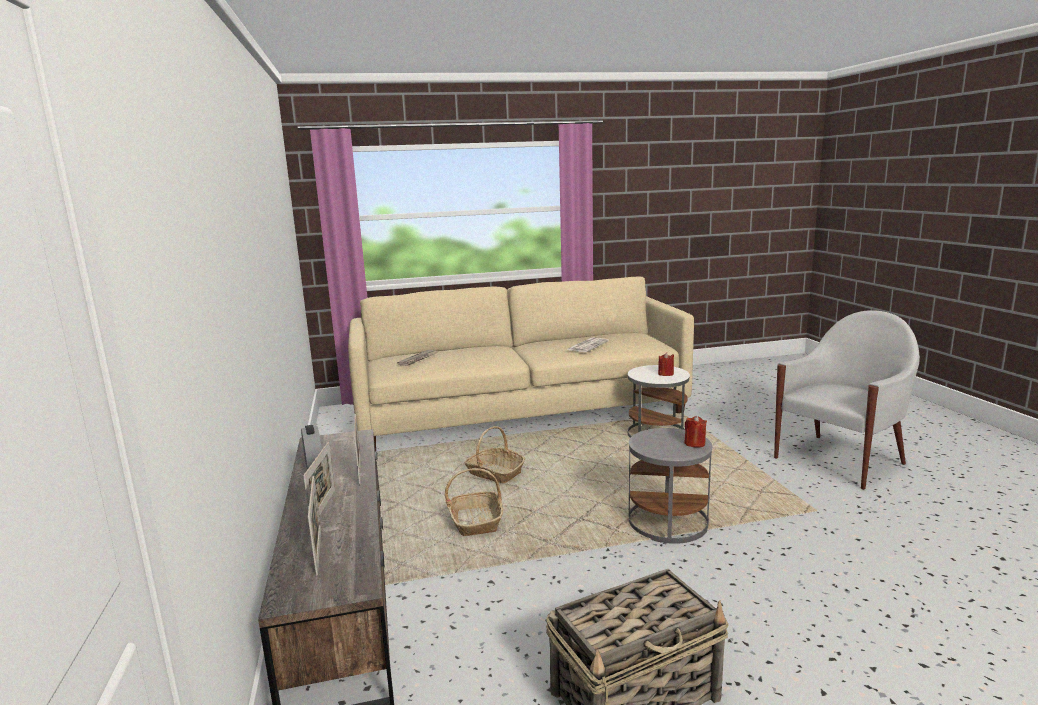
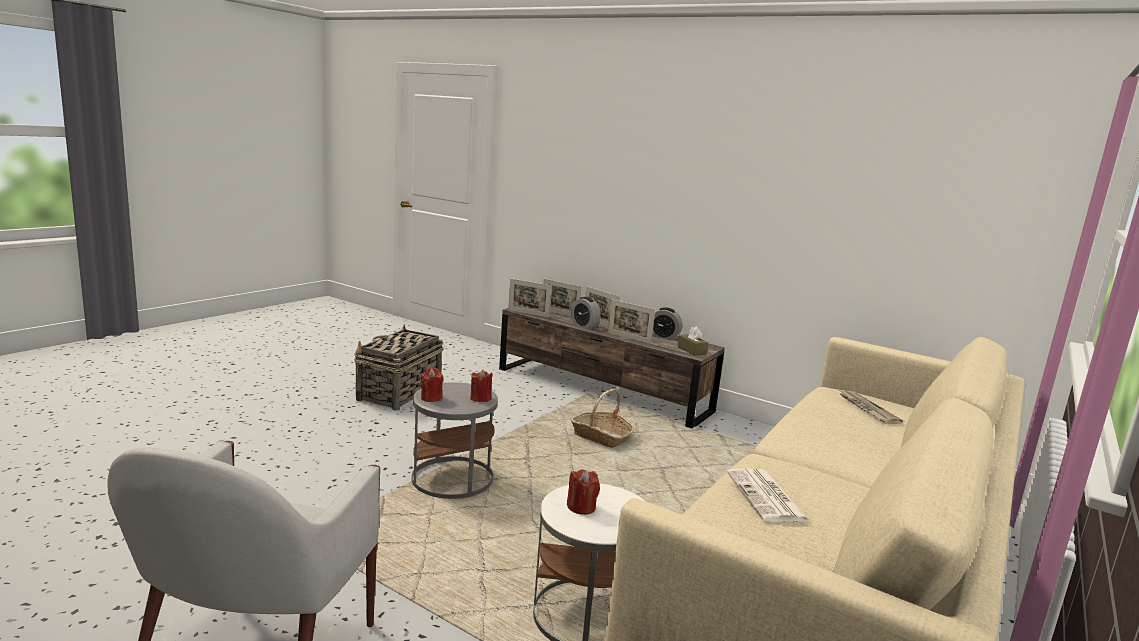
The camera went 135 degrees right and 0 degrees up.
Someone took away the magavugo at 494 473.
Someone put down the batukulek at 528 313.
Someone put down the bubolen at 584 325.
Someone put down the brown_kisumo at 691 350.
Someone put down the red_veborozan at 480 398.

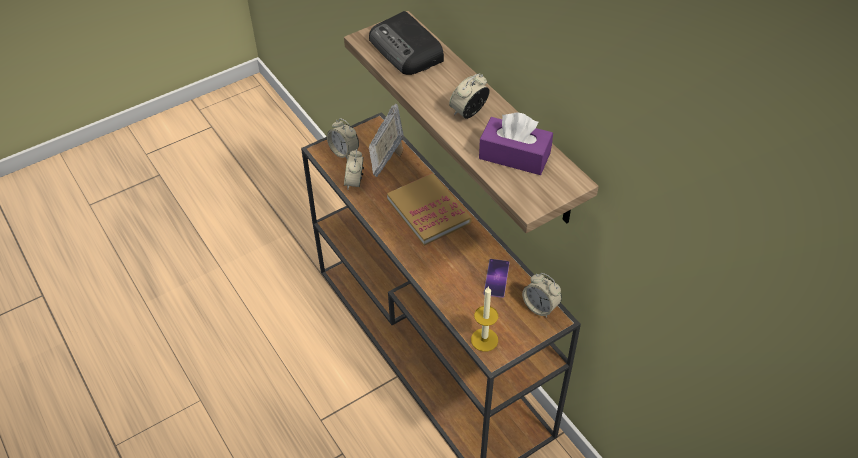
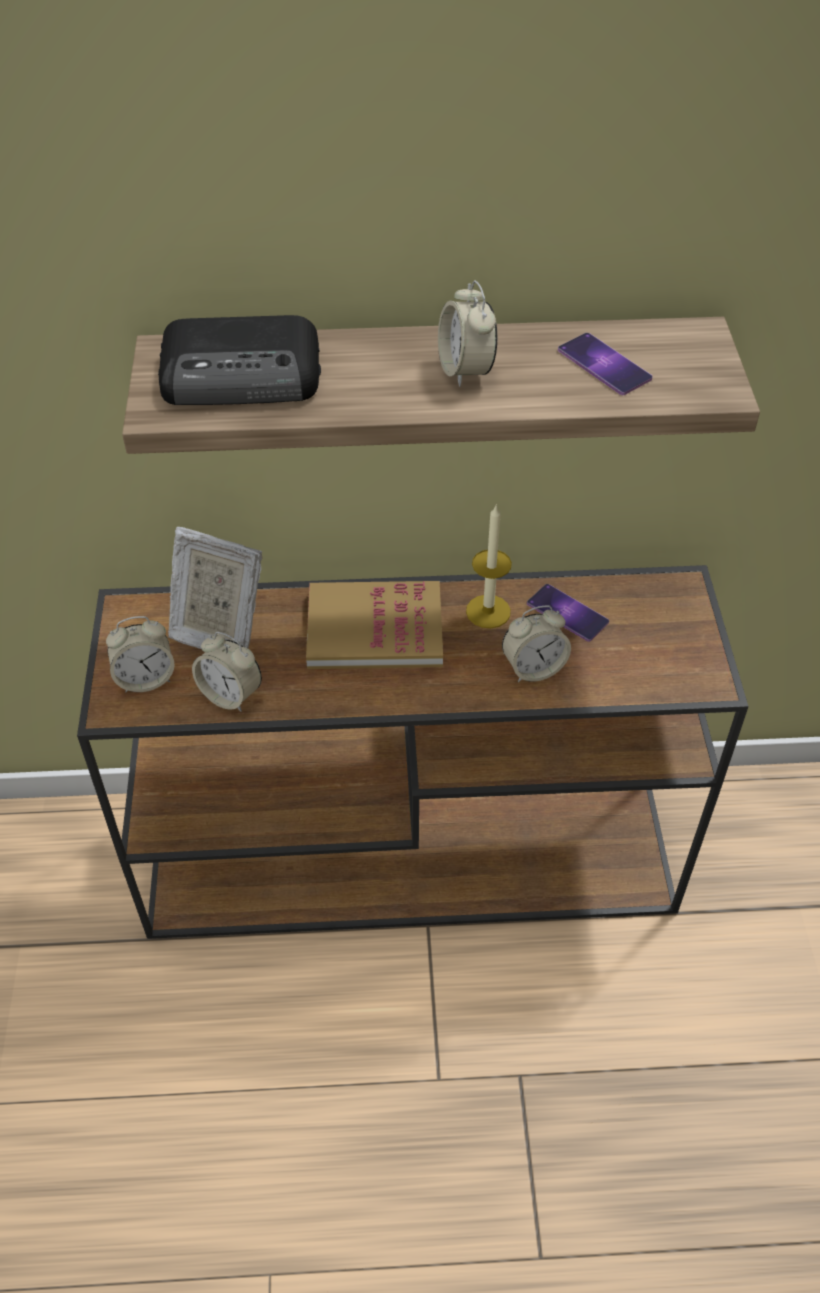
The camera went 60 degrees left and 0 degrees up.
Someone swapped the purple_kisumo at 514 156 for the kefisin at 604 364.
Someone carried the bubolen from 540 307 to 533 668.
Someone carried the veborozan from 484 339 to 488 611.

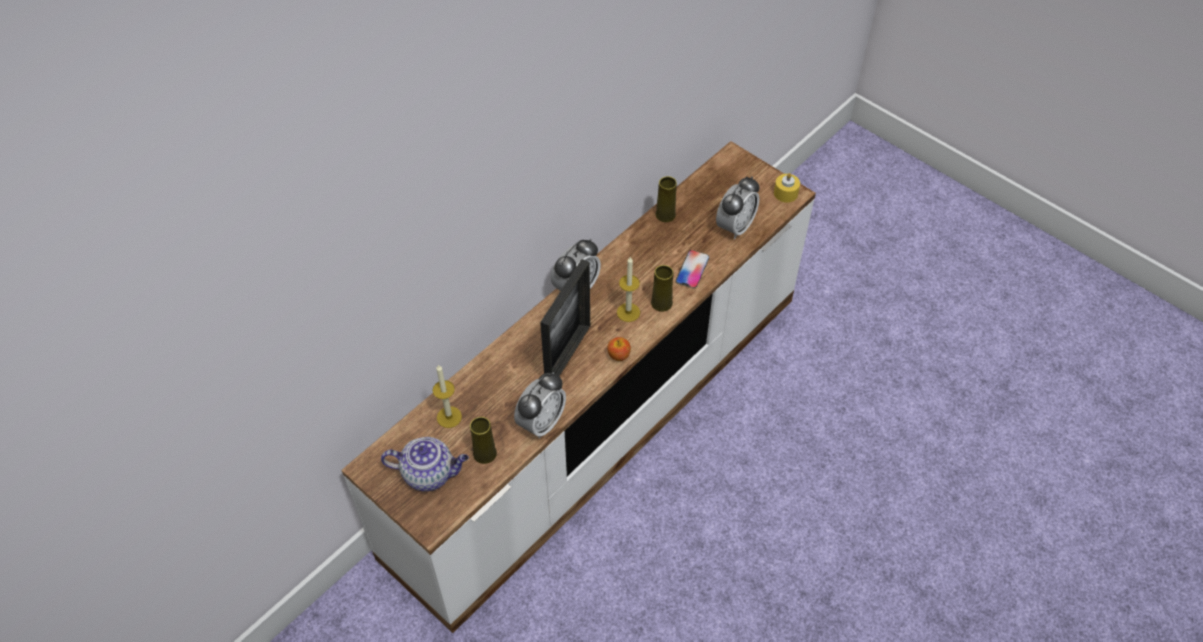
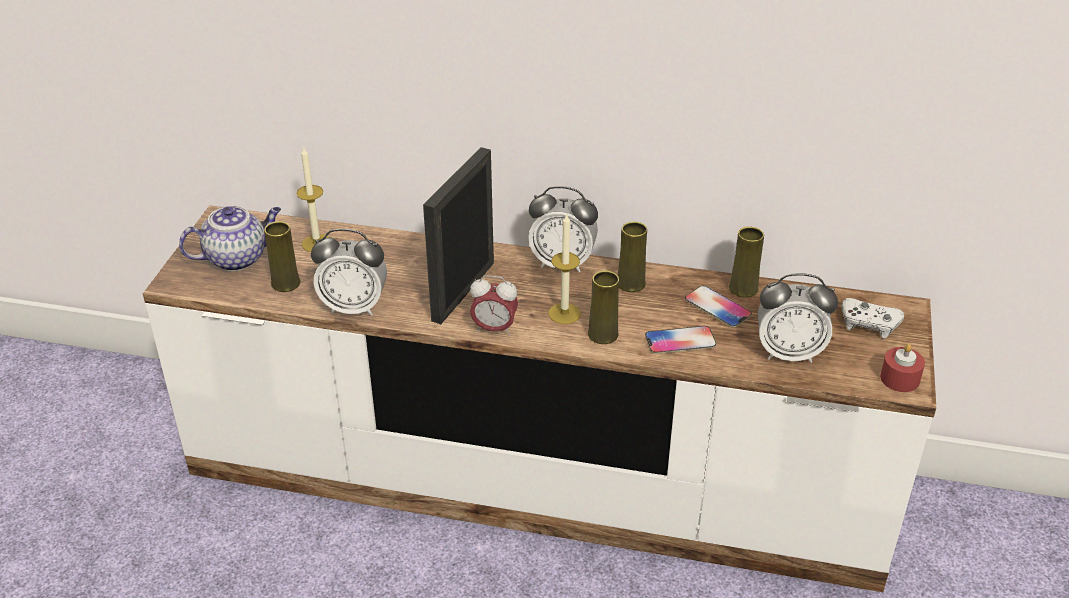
The camera went 60 degrees right and 15 degrees down.
Someone repainted the yellow_veborozan at 785 193, which became the red_veborozan at 899 378.
Someone rotated the batukulek at 568 354 by 120 degrees clockwise.
Someone swapped the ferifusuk at 618 355 for the bubolen at 494 329.
Someone rotated the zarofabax at 430 473 by 90 degrees counterclockwise.
Someone put down the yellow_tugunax at 631 283.
Someone put down the kefisin at 717 307.
Someone put down the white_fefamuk at 869 323.

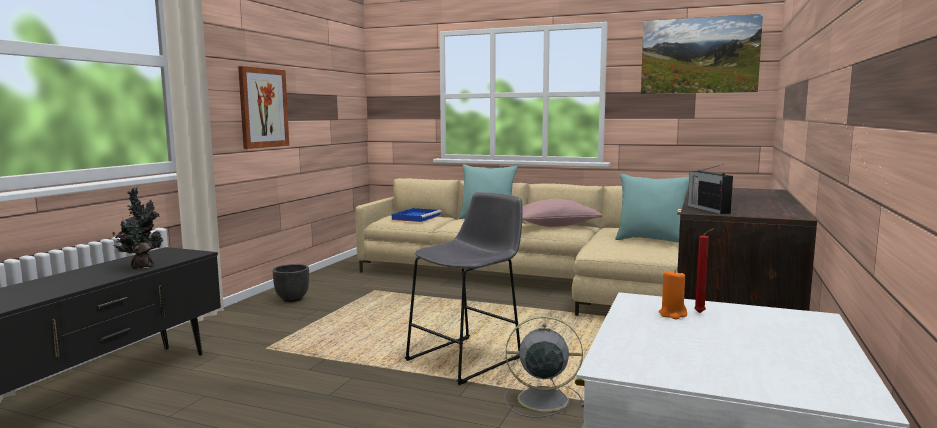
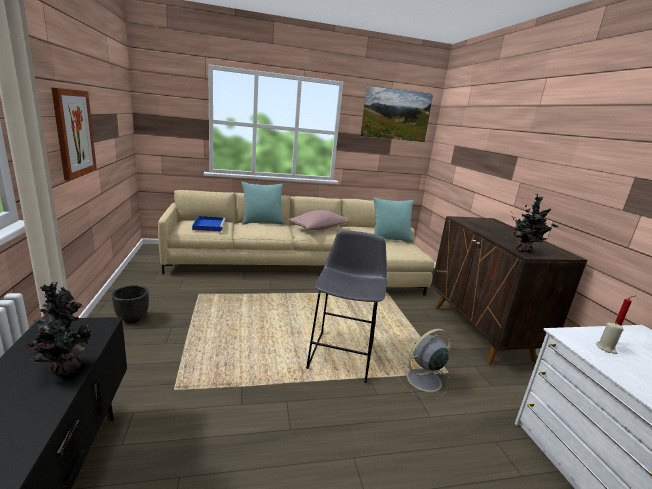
The camera went 35 degrees left and 10 degrees up.
Someone swapped the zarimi at 707 209 for the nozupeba at 524 251.
Someone repainted the orange_veborozan at 672 314, which became the beige_veborozan at 606 348.

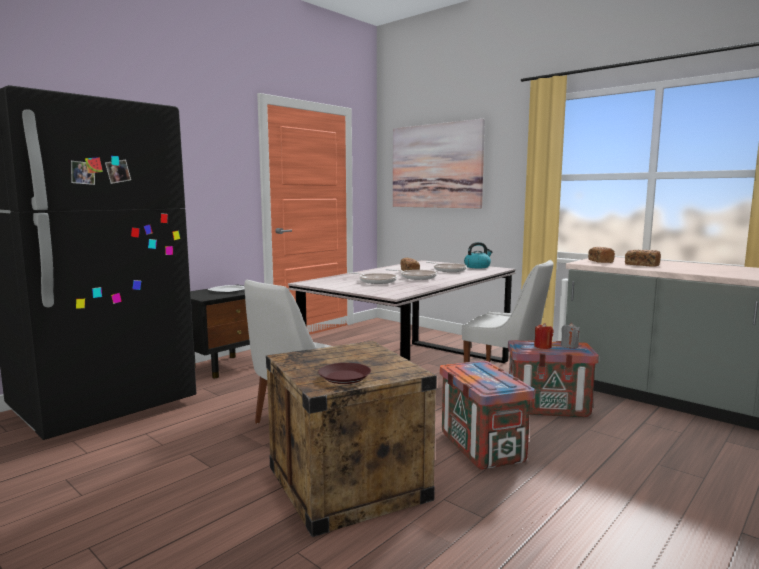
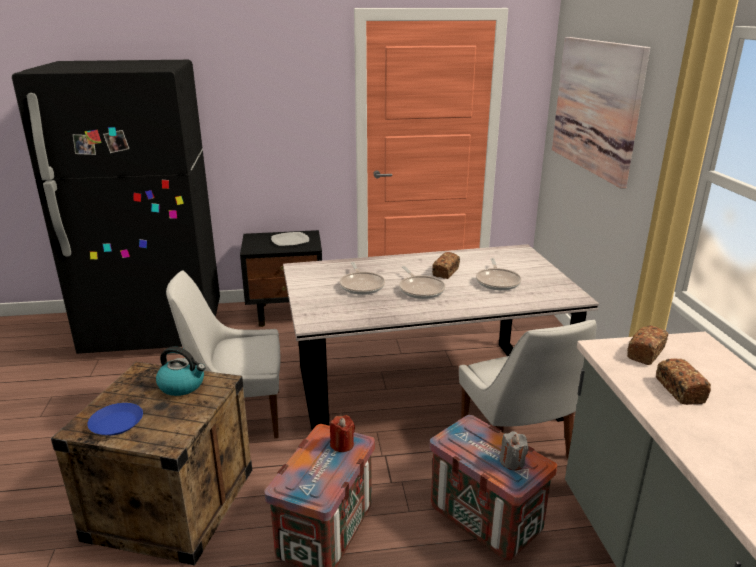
The camera went 40 degrees right and 15 degrees up.
Someone carried the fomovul from 477 267 to 182 385.
Someone carried the red_veborozan from 542 347 to 342 445.
Someone repainted the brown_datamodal at 344 377, which became the blue_datamodal at 117 423.

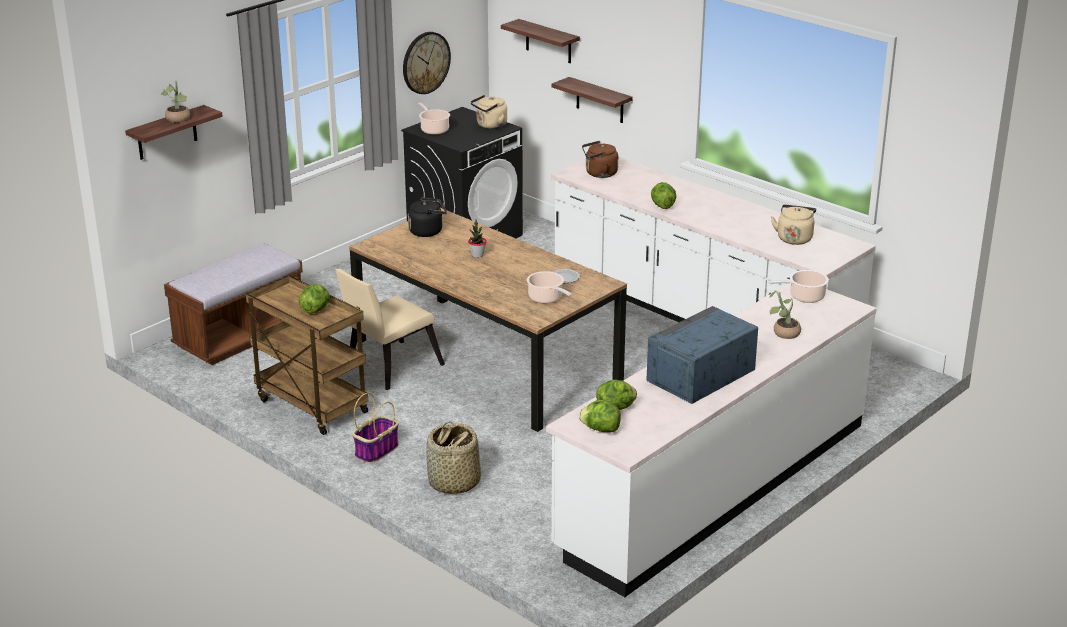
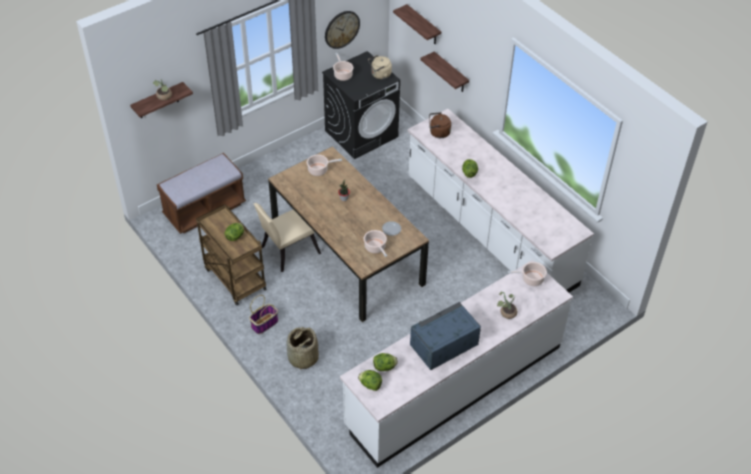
The camera went 10 degrees right and 20 degrees up.
Someone swapped the black_fomovul at 428 231 for the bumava at 319 170.
Someone took away the beige_fomovul at 794 238.

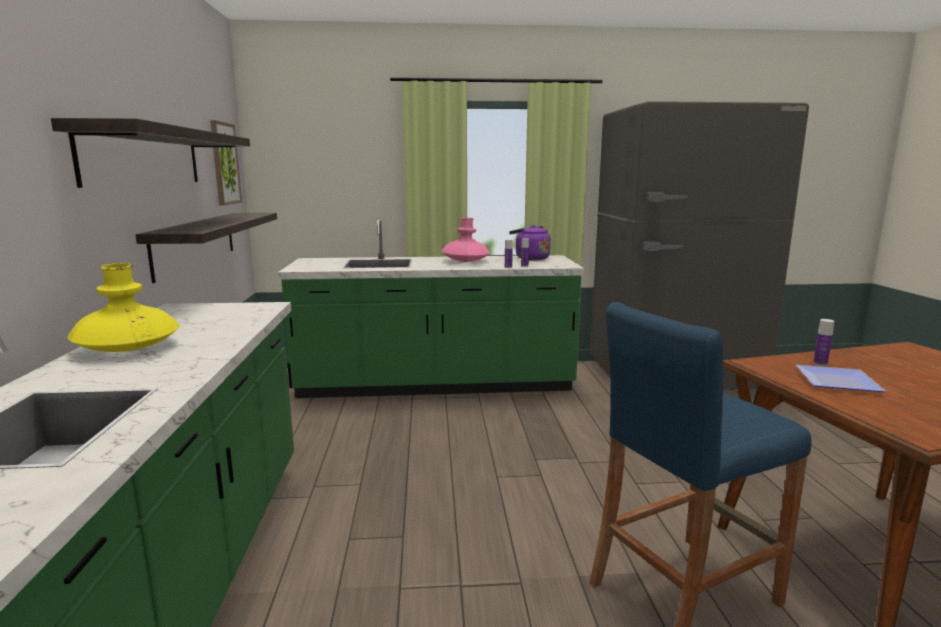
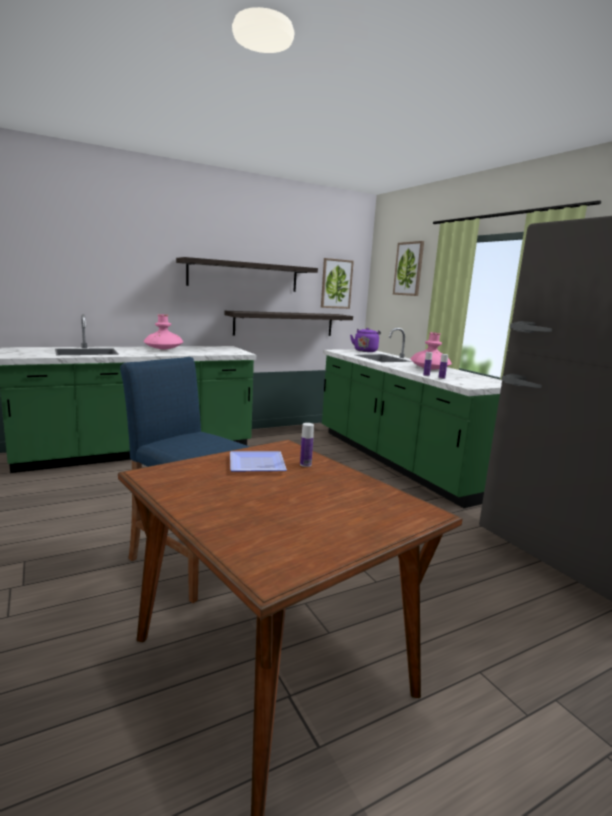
The camera went 65 degrees right and 0 degrees up.
Someone carried the purple_fomovul from 530 258 to 365 351.
Someone repainted the yellow_tugunax at 128 348, which became the pink_tugunax at 163 349.
Someone put up the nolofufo at 409 269.

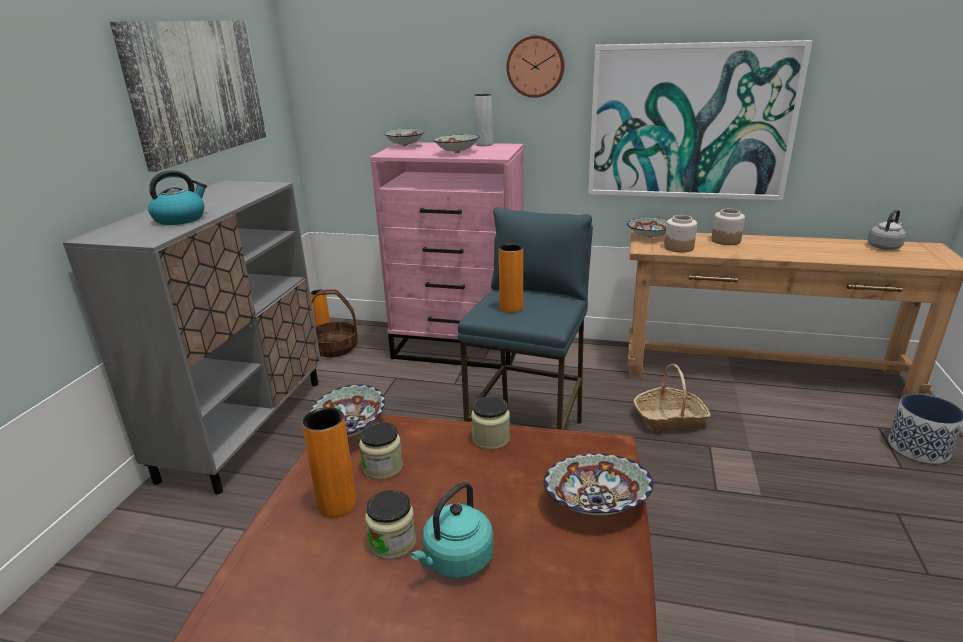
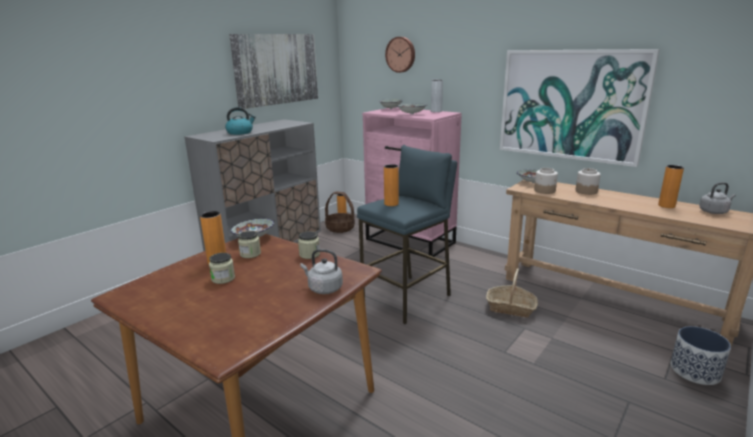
The camera went 25 degrees right and 5 degrees down.
Someone carried the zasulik from 535 66 to 401 54.
Someone swapped the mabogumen at 596 505 for the grey_fomovul at 323 288.
Someone took away the turquoise_fomovul at 455 561.
Someone put down the orange_tugunax at 666 206.

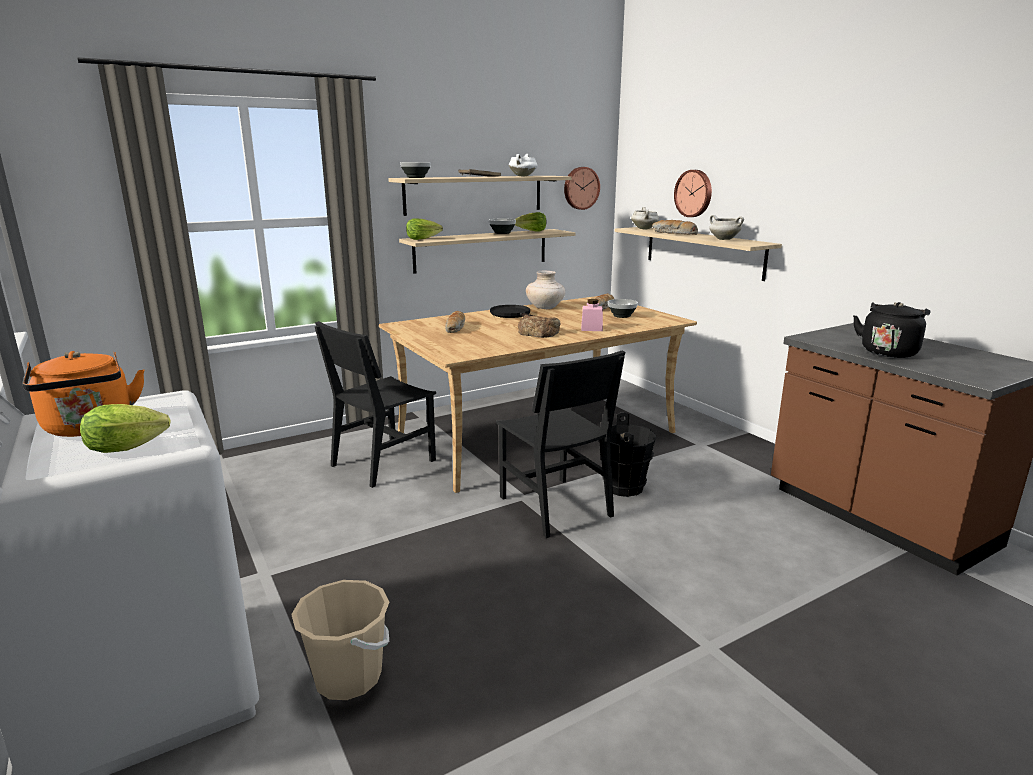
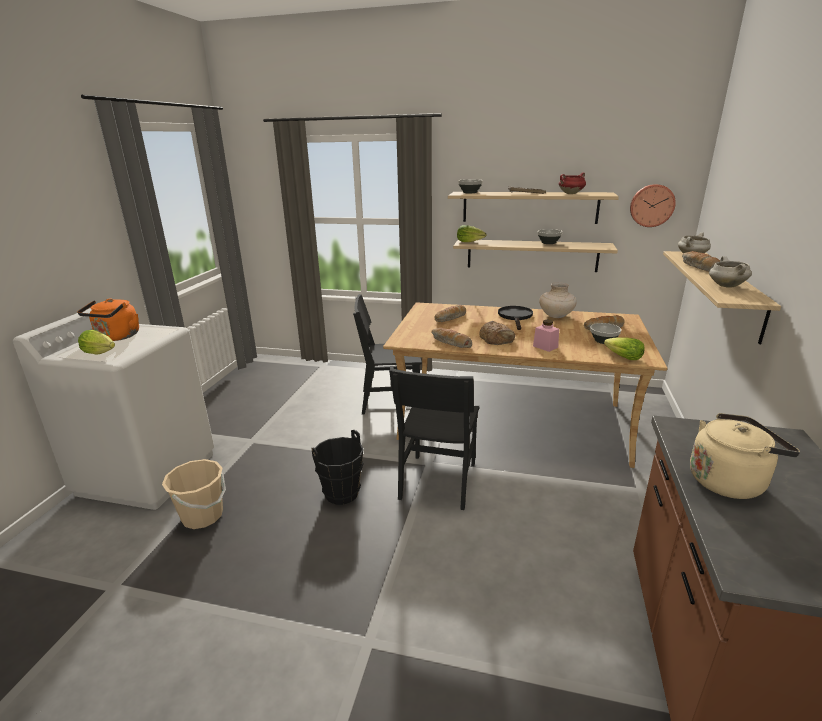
The camera went 45 degrees right and 5 degrees up.
Someone repainted the white_bumava at 523 176, which became the red_bumava at 570 194.
Someone took away the zasulik at 694 193.
Someone carried the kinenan from 531 231 to 623 357.
Someone repainted the black_fomovul at 888 352, which became the beige_fomovul at 729 481.
Someone carried the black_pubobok from 624 487 to 342 493.
Someone put down the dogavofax at 450 343.

